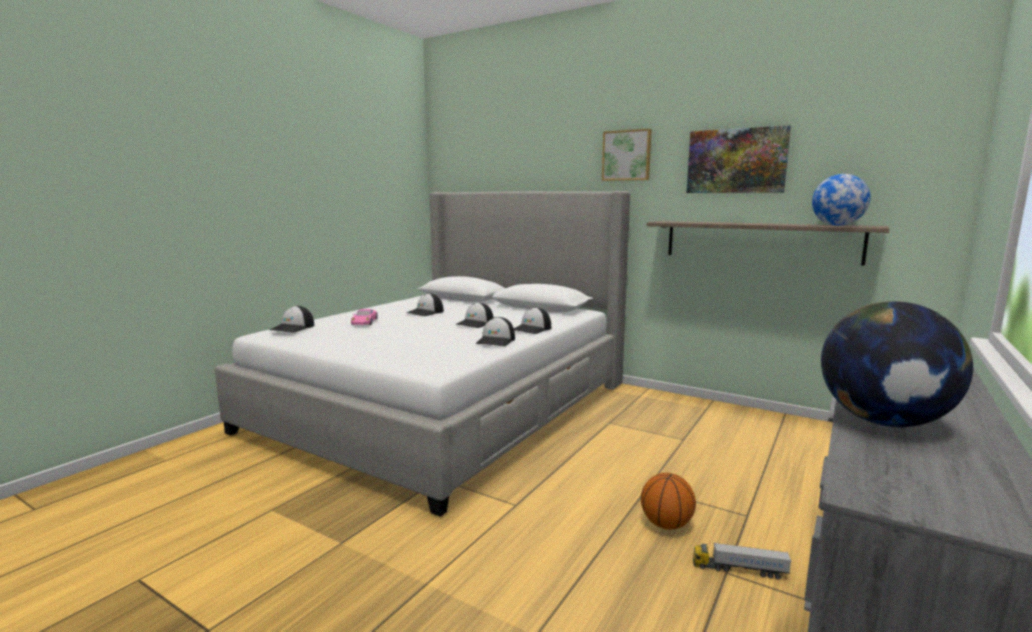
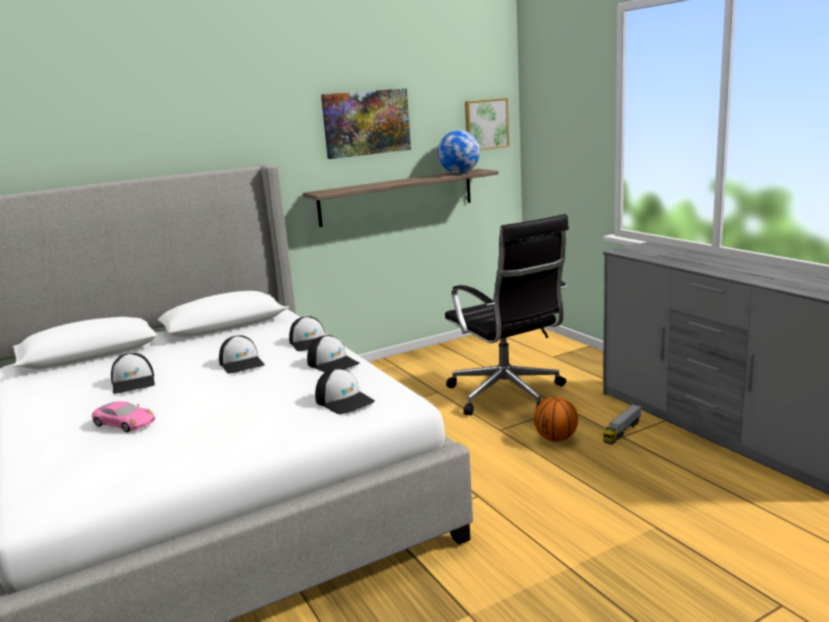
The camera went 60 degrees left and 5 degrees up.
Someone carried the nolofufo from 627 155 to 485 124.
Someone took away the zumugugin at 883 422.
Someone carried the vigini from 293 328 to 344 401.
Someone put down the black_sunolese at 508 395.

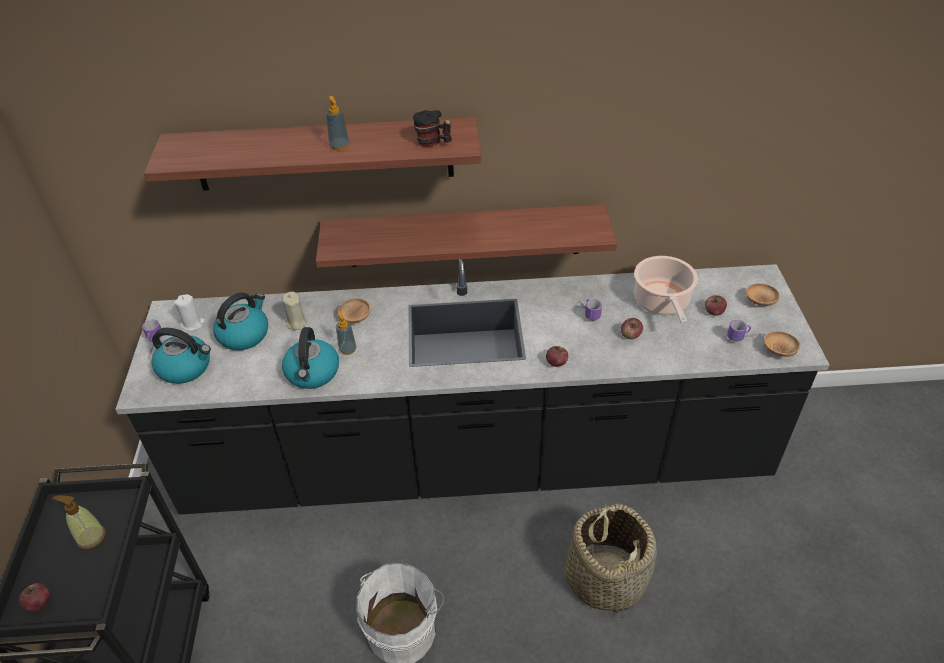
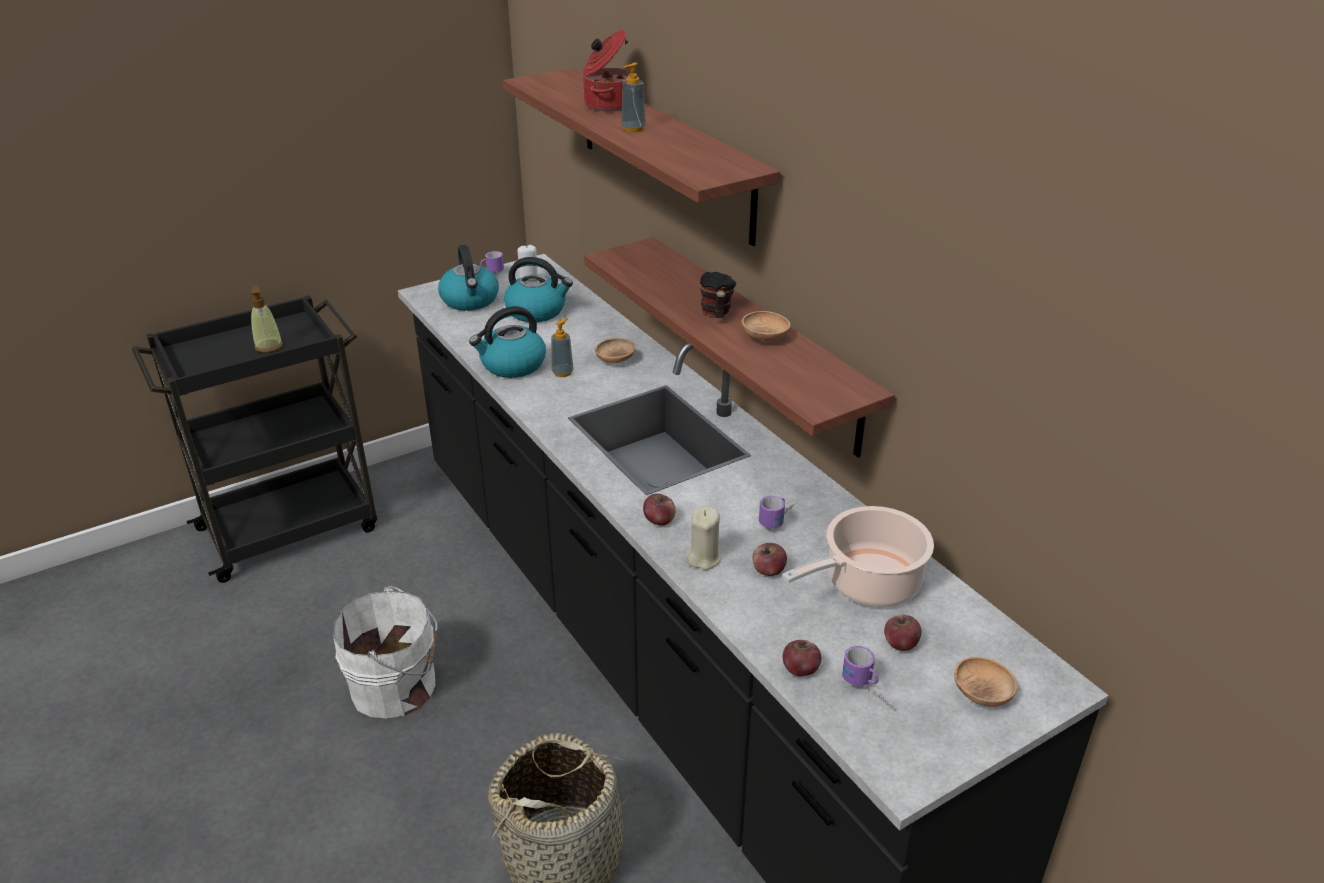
The camera went 60 degrees right and 10 degrees down.
Someone carried the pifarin from 433 143 to 716 314.
Someone carried the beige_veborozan from 296 322 to 703 558.
Someone carried the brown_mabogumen from 779 351 to 764 337.
Someone carried the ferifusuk from 39 602 to 800 669.
Someone put down the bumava at 608 104.

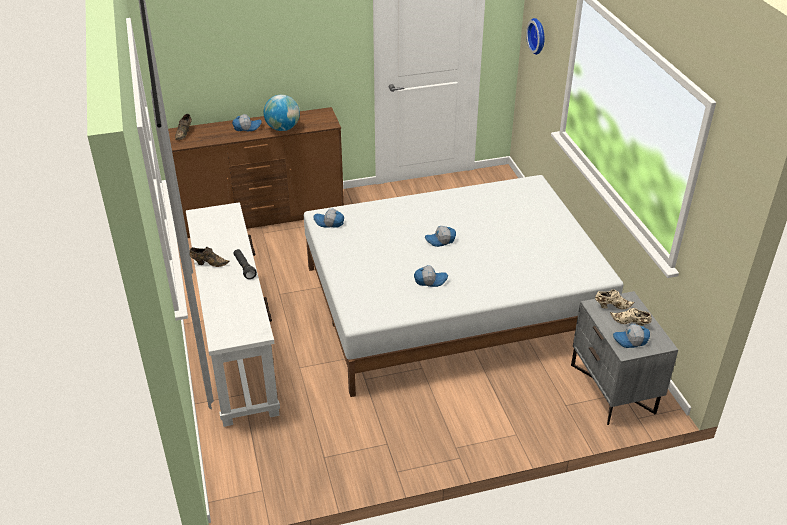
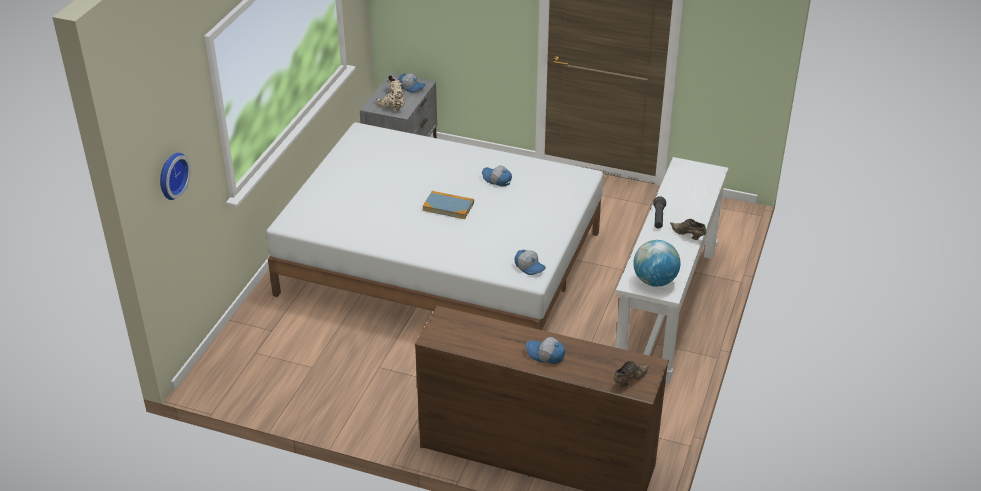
The camera went 145 degrees left and 0 degrees up.
Someone carried the zumugugin from 283 128 to 654 281.
Someone swapped the vigini at 440 241 for the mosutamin at 448 206.

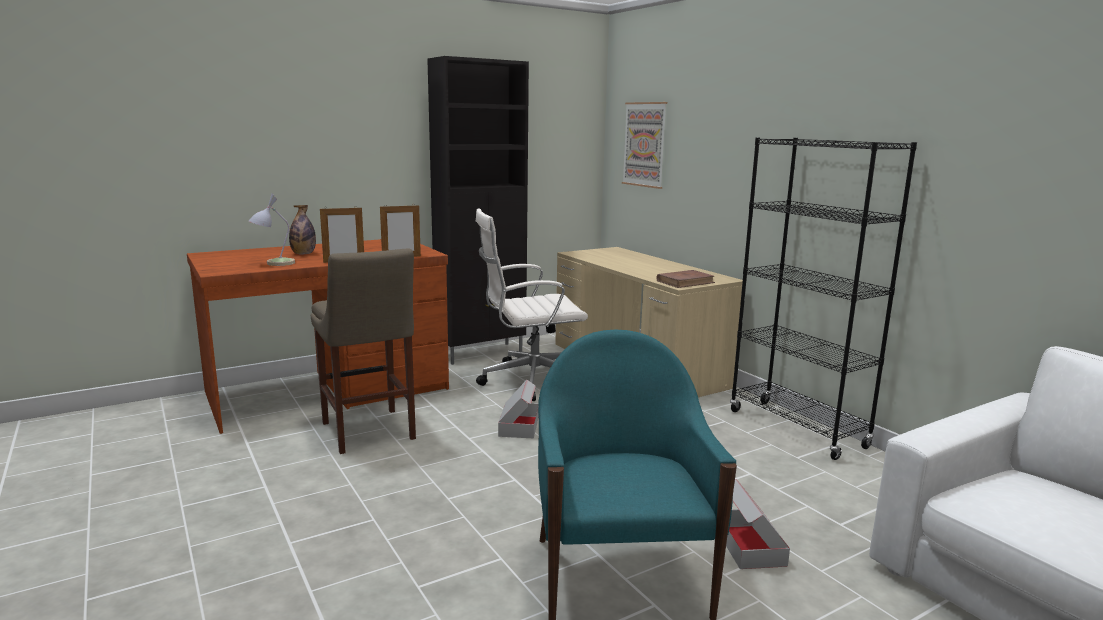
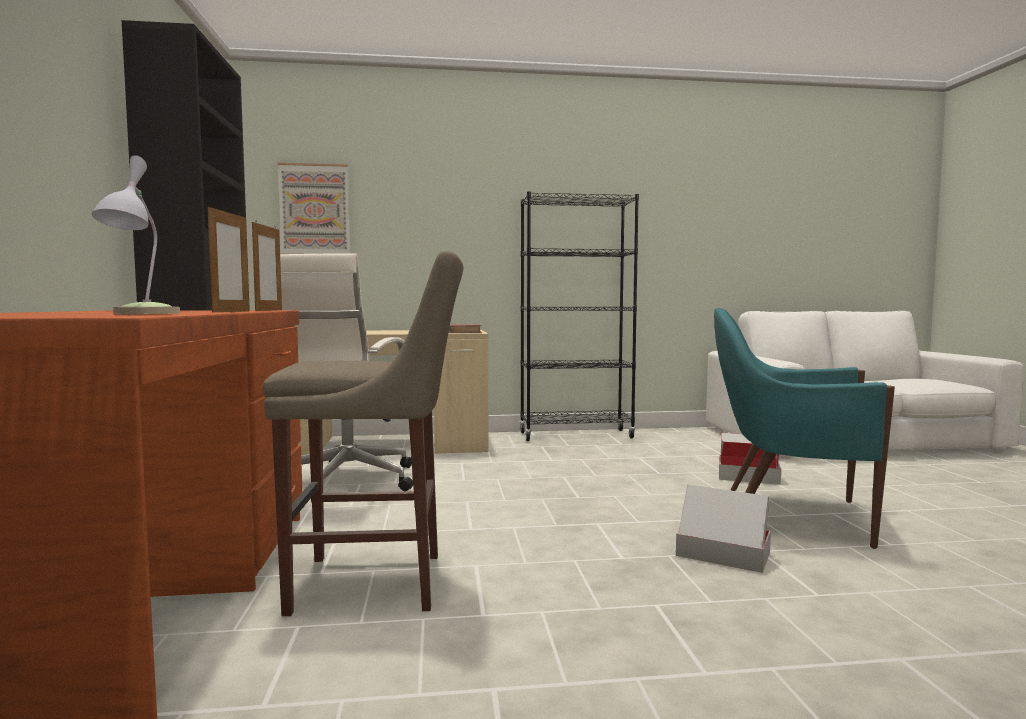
The camera went 65 degrees left and 10 degrees down.
Someone took away the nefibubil at 303 254.
Someone carried the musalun from 519 426 to 722 554.

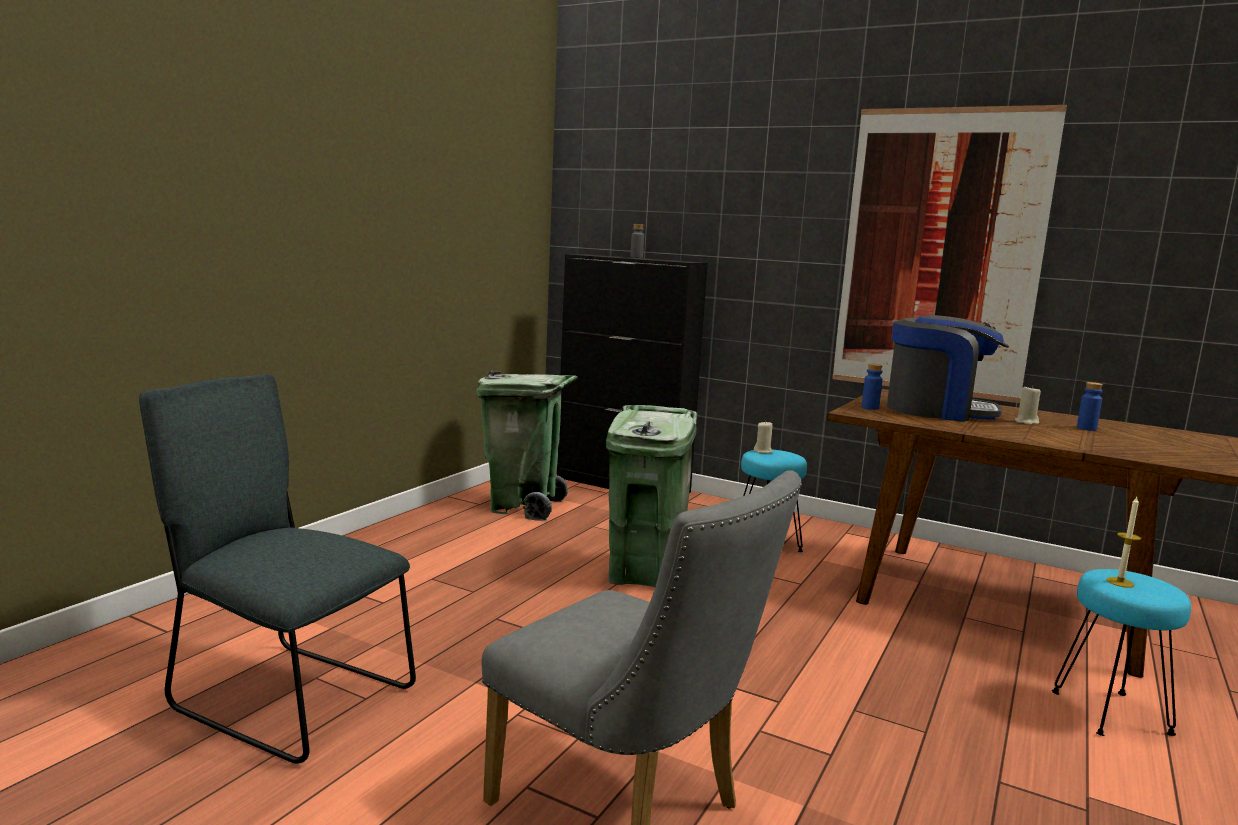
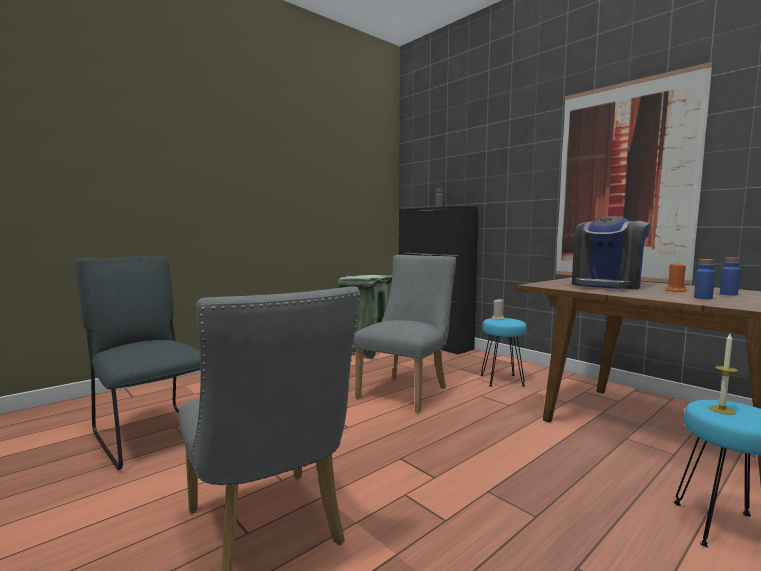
The camera went 20 degrees right and 5 degrees down.
Someone rotated the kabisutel at 938 411 by 90 degrees clockwise.
Someone carried the blue_nefibubil from 870 407 to 703 298.
Someone repainted the beige_veborozan at 1026 422, which became the orange_veborozan at 675 290.
Someone swapped the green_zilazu at 645 575 for the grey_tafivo at 407 391.

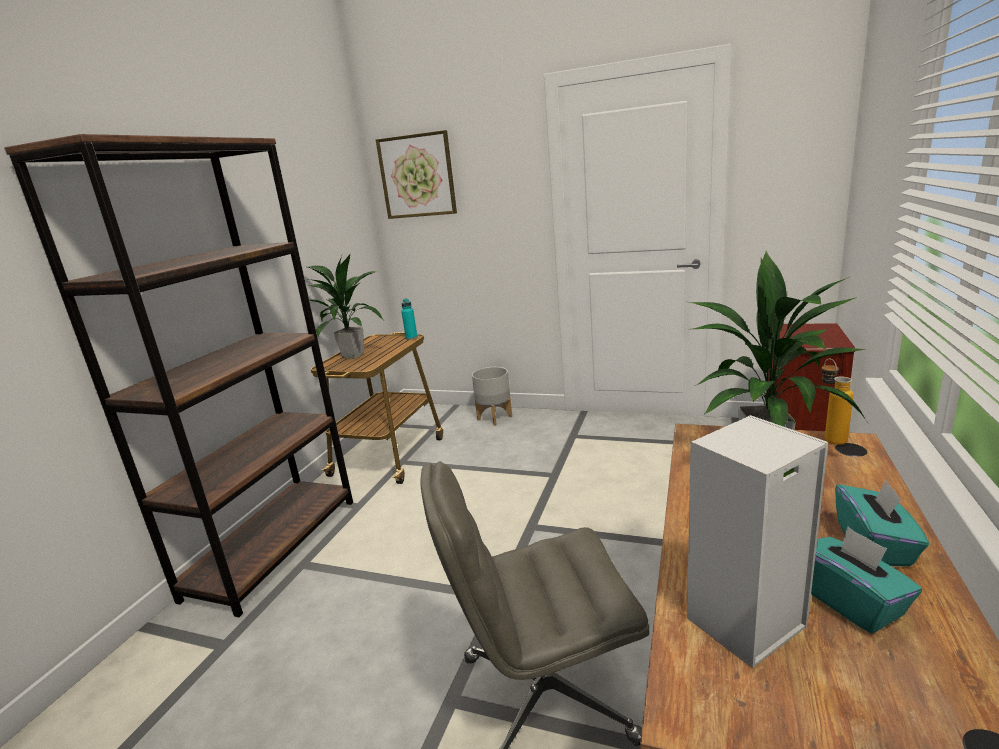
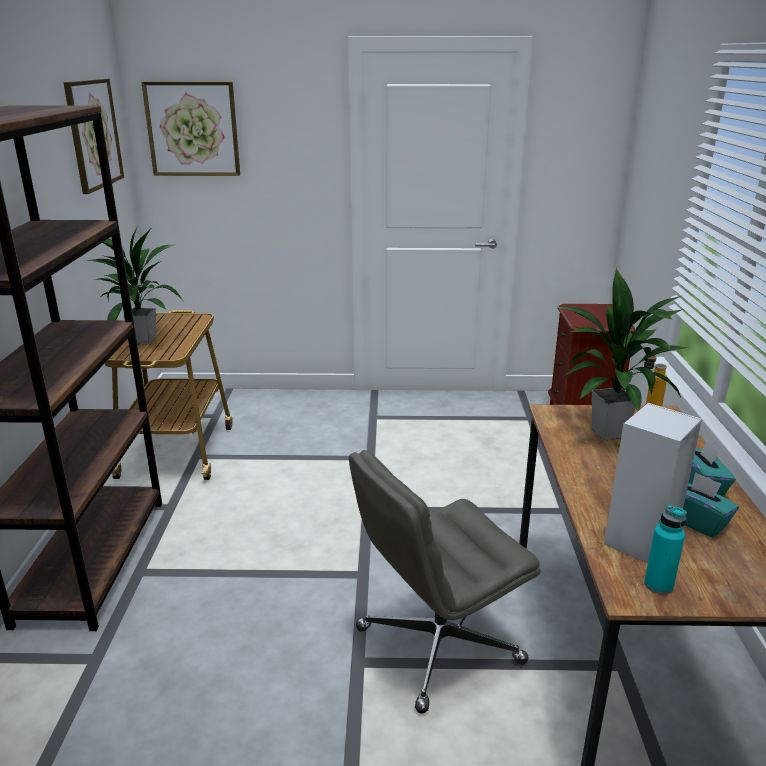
The camera went 20 degrees left and 5 degrees up.
Someone carried the turquoise_nefibubil from 411 337 to 658 585.
Someone took away the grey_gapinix at 495 418.
Someone put up the nolofufo at 93 134.

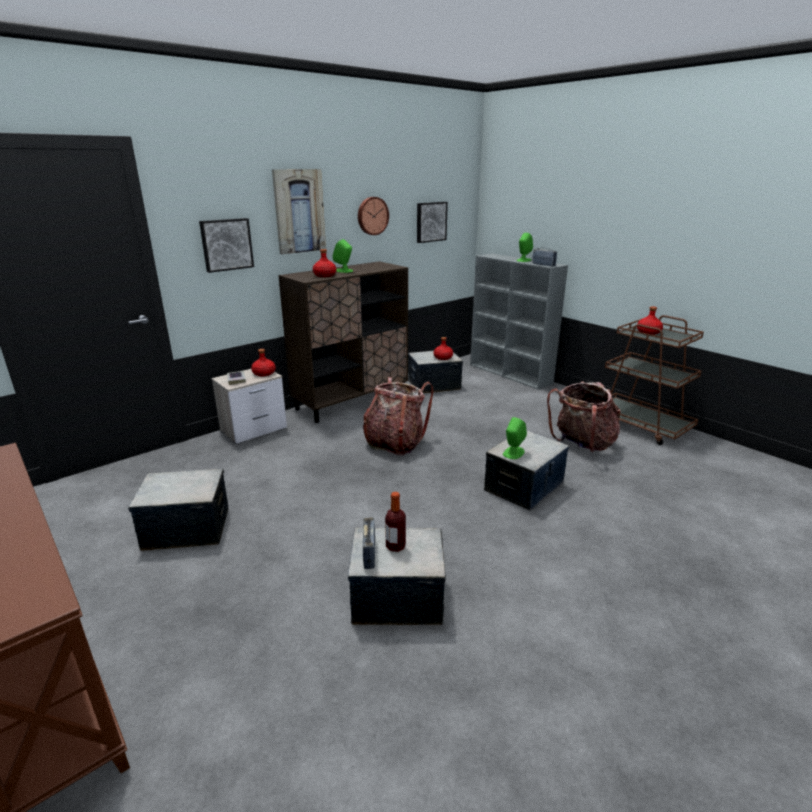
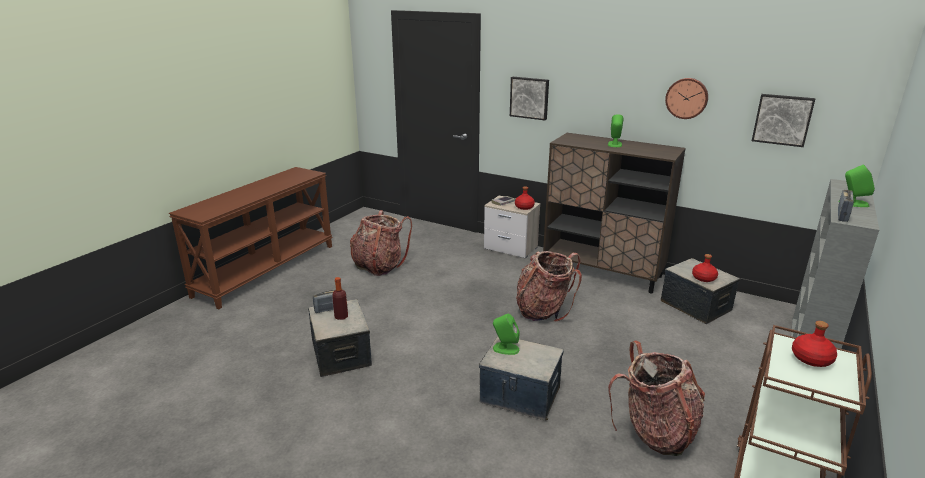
The camera went 70 degrees right and 0 degrees up.
Someone took away the nolofufo at 299 211.
Someone took away the red_nefibubil at 325 275.
Someone swapped the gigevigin at 187 528 for the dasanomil at 379 266.

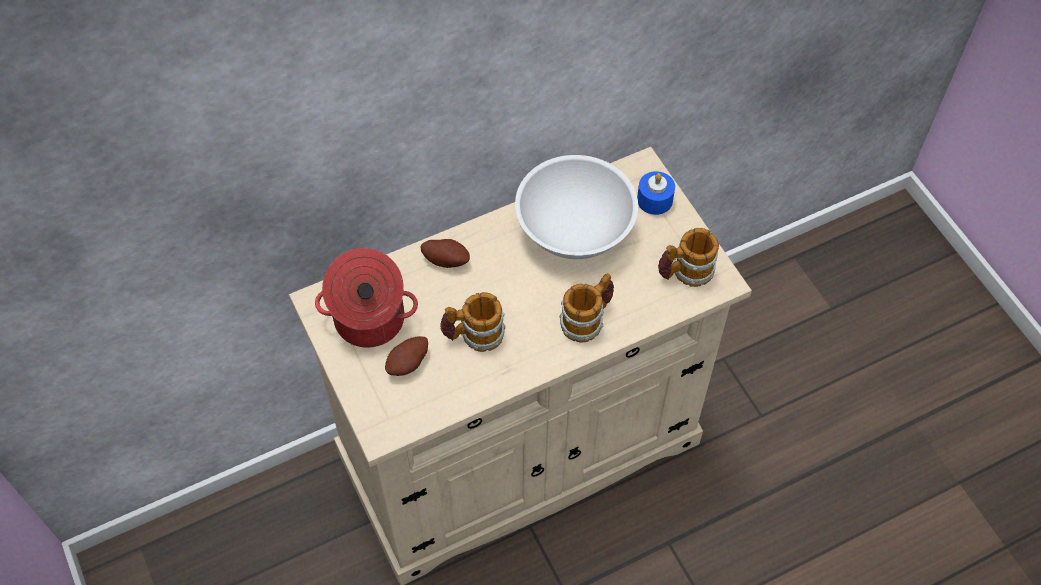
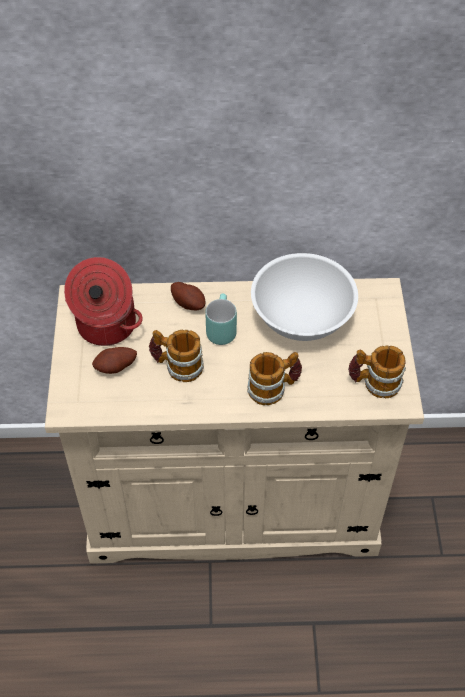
The camera went 25 degrees right and 5 degrees down.
Someone took away the blue_veborozan at 654 200.
Someone put down the turquoise_pifarin at 219 328.

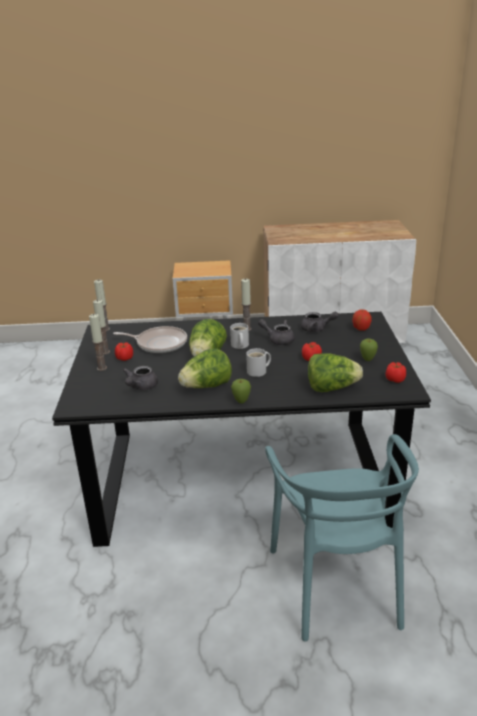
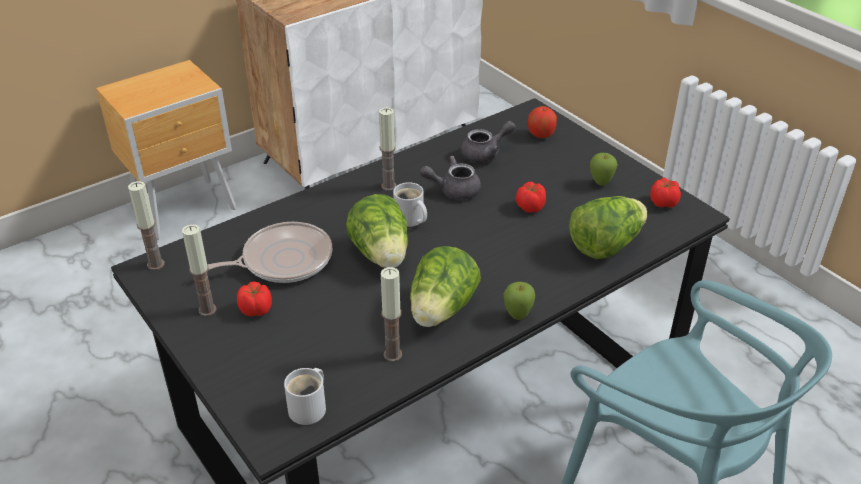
The camera went 35 degrees left and 10 degrees up.
Someone carried the veborozan from 101 368 to 392 354.
Someone carried the white_pifarin from 258 371 to 310 408.
Someone took away the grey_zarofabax at 141 387.

